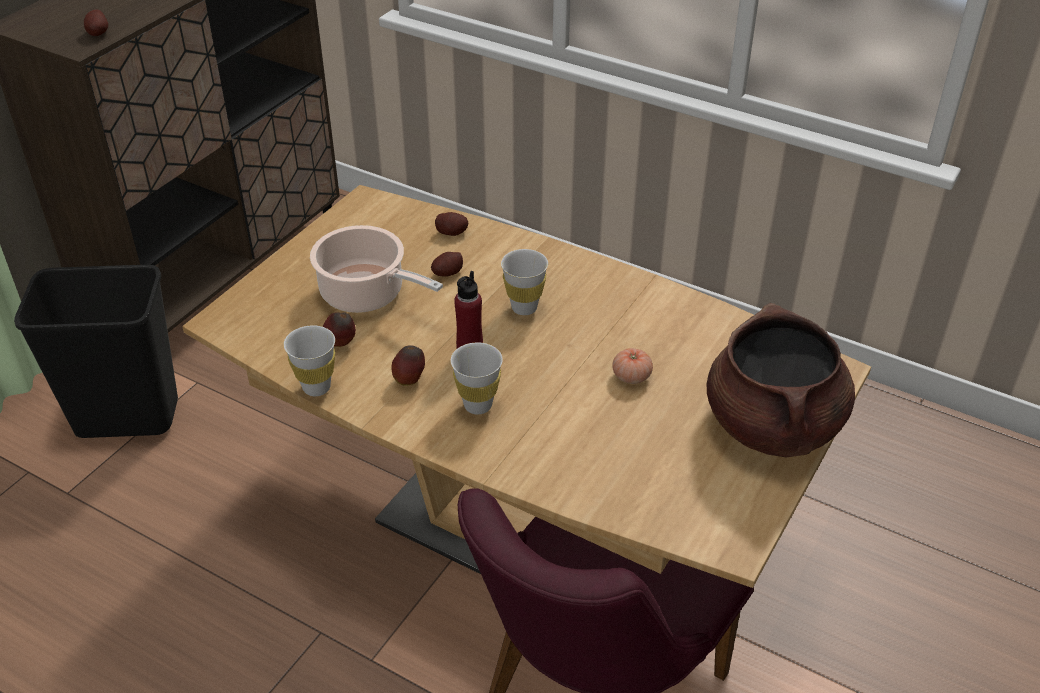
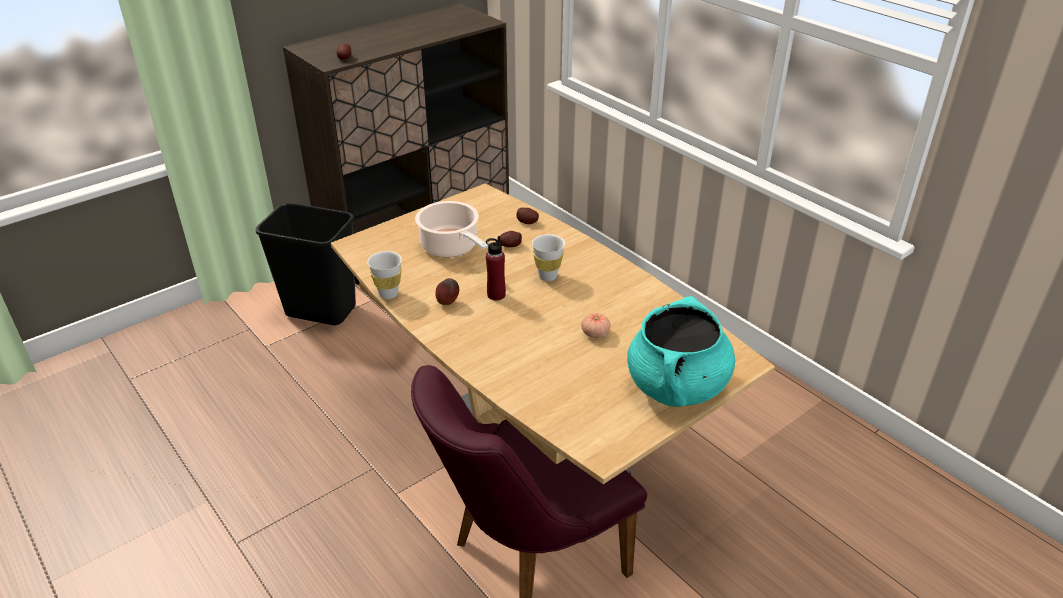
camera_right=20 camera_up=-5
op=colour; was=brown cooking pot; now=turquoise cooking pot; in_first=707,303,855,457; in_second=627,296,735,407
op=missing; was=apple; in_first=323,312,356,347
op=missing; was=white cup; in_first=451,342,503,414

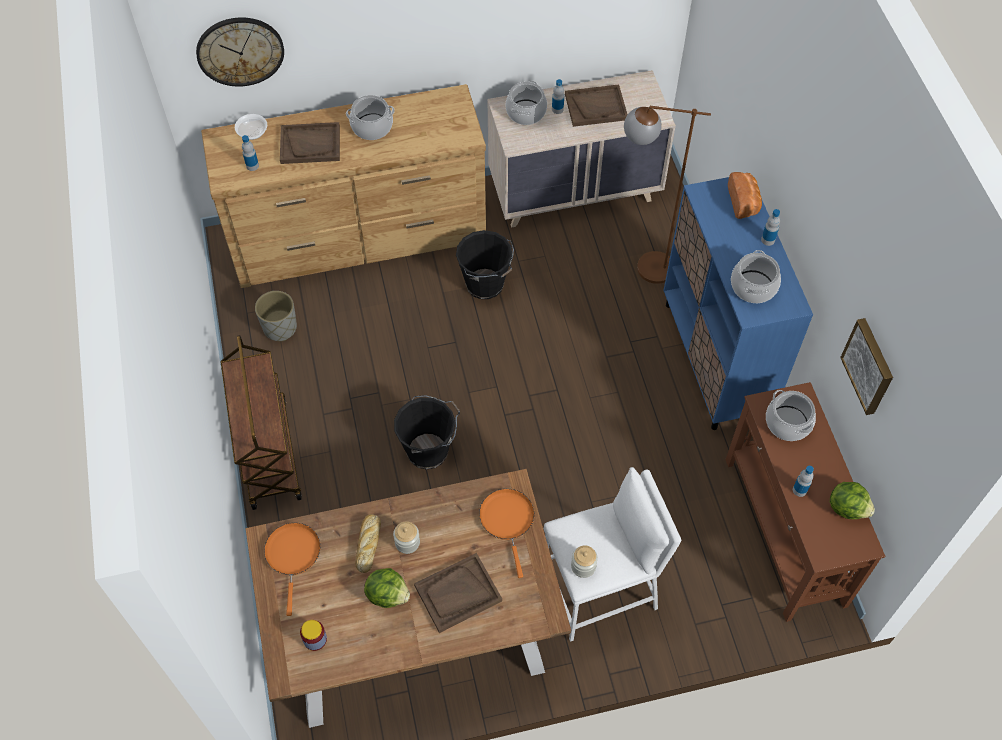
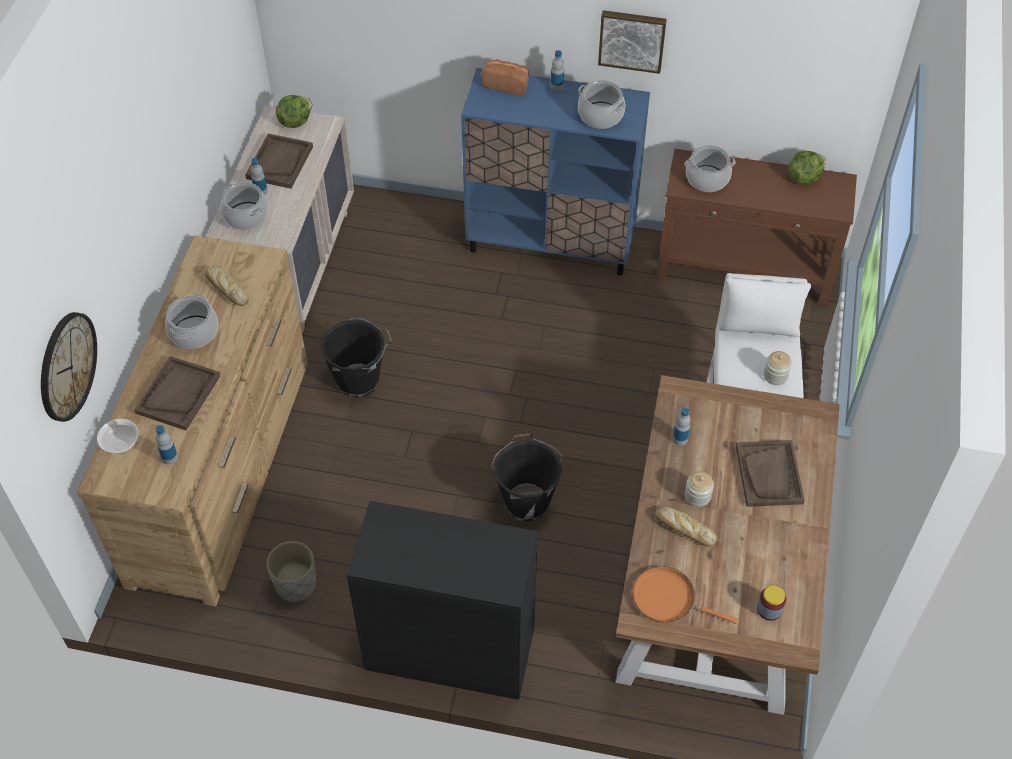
camera_right=-65 camera_up=-5
op=appeared; now=bread; in_second=205,266,249,306
op=relocated; was=lettuce; in_first=364,568,410,608; in_second=276,95,312,128
op=exchanged; was=brown cart; now=black cabinet; in_first=221,335,302,510; in_second=347,501,538,700
op=relocated; was=picture; in_first=840,318,893,415; in_second=598,10,667,74
op=relocated; was=bottle; in_first=793,466,814,497; in_second=673,408,691,446
op=missing; was=orange frying pan; in_first=479,489,534,578
op=missing; was=brown floor lamp; in_first=624,106,711,284

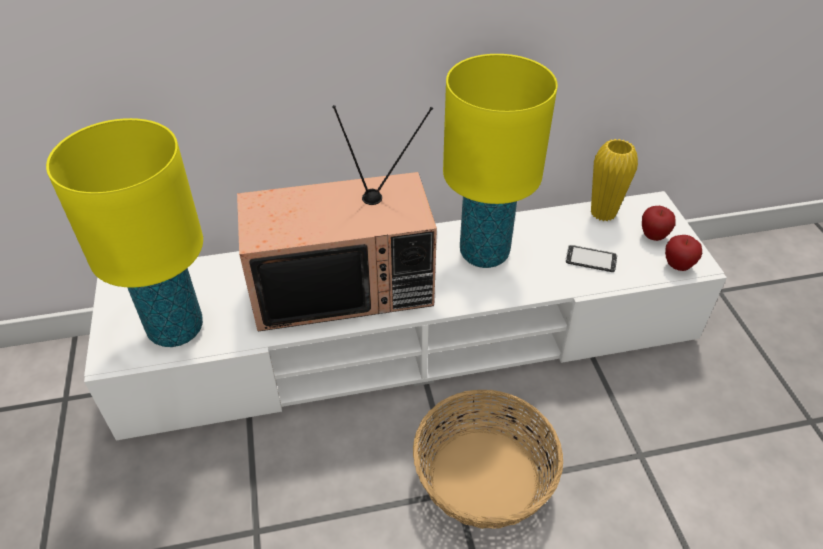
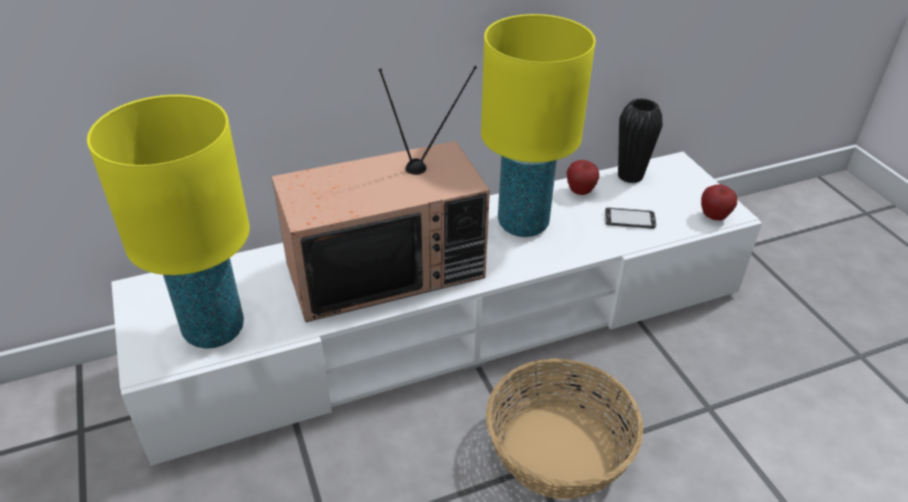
camera_right=-10 camera_up=-5
op=relocated; was=apple; in_first=642,206,676,241; in_second=567,160,599,195
op=colour; was=yellow vase; now=black vase; in_first=591,139,638,221; in_second=618,98,663,184

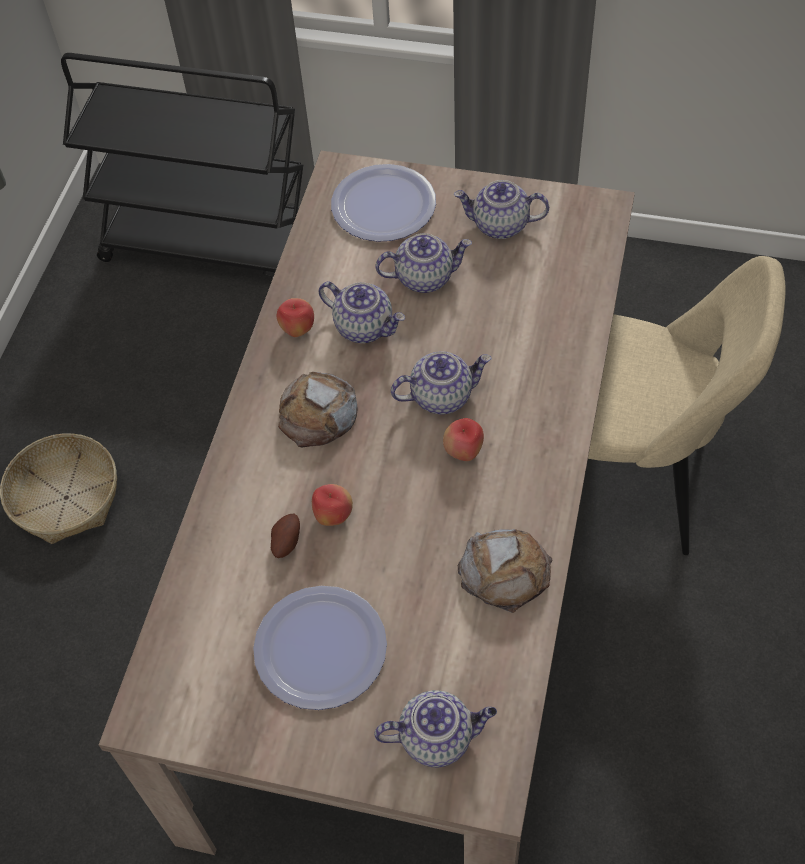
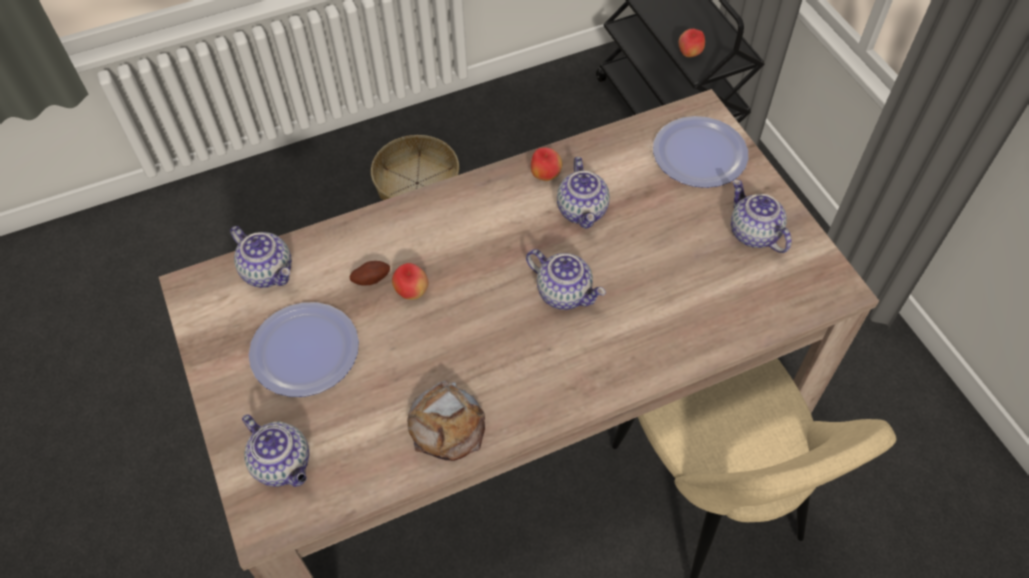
camera_right=50 camera_up=0
op=relocated; was=teapot; in_first=375,233,472,293; in_second=230,226,292,288
op=relocated; was=apple; in_first=443,418,484,461; in_second=678,29,705,57
op=missing; was=bread; in_first=278,372,357,447

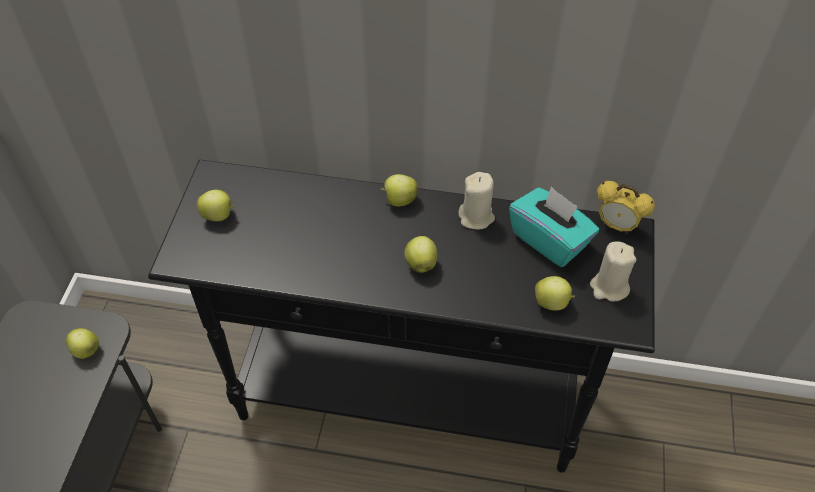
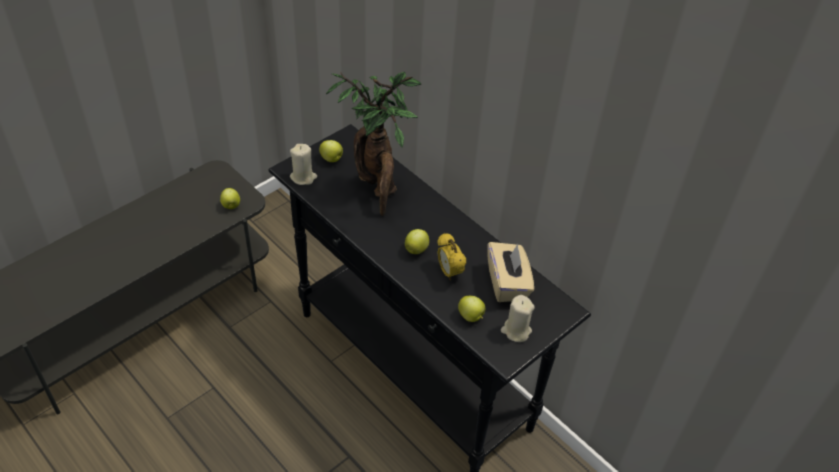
camera_right=35 camera_up=-5
op=relocated; was=beige candle; in_first=458,172,495,230; in_second=290,144,317,185
op=appeared; now=potted plant; in_second=326,72,421,217
op=relocated; was=alarm clock; in_first=597,181,655,234; in_second=437,233,466,280
op=colour; was=turquoise tissue box; now=beige tissue box; in_first=509,186,599,267; in_second=487,242,534,302
op=missing; was=apple; in_first=381,174,418,206

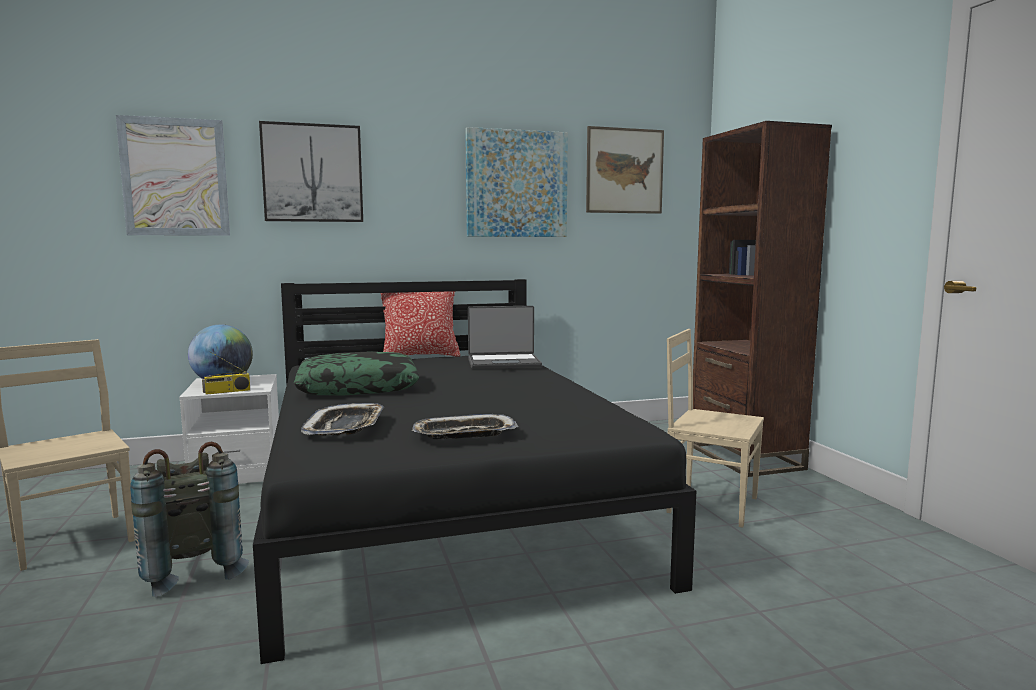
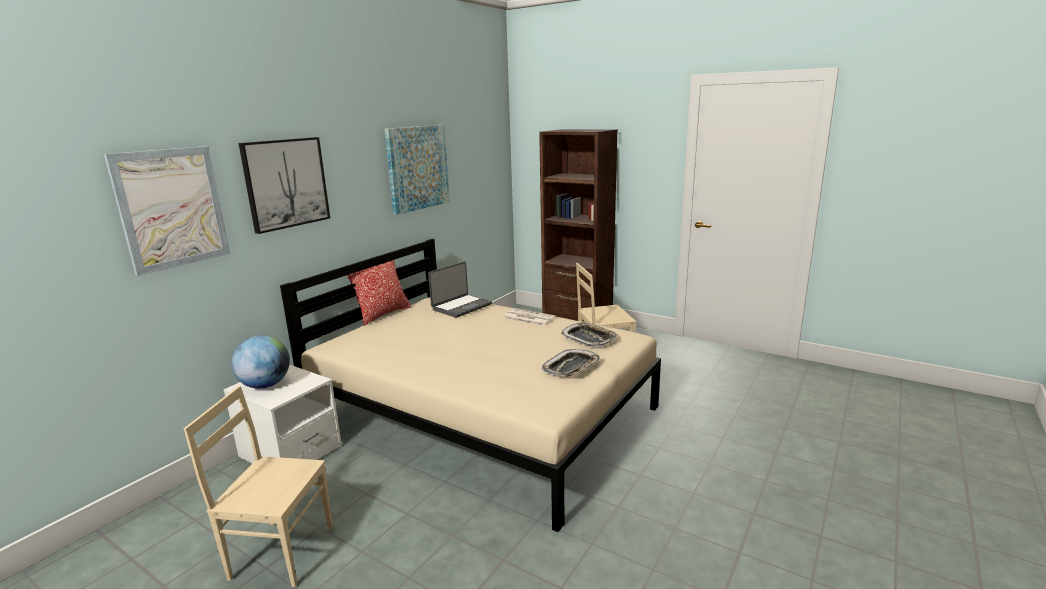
camera_right=-40 camera_up=10
op=colour; was=black bed; now=beige bed; in_first=253,279,696,664; in_second=280,239,661,532
op=appeared; now=newspaper; in_second=503,308,556,326
op=relocated; was=tray; in_first=301,403,384,436; in_second=561,322,617,347
op=missing; was=grey backpack; in_first=130,442,249,597
op=missing; was=radio; in_first=202,352,250,395
op=missing; was=pillow; in_first=294,352,419,396
op=missing; was=picture; in_first=586,126,664,214

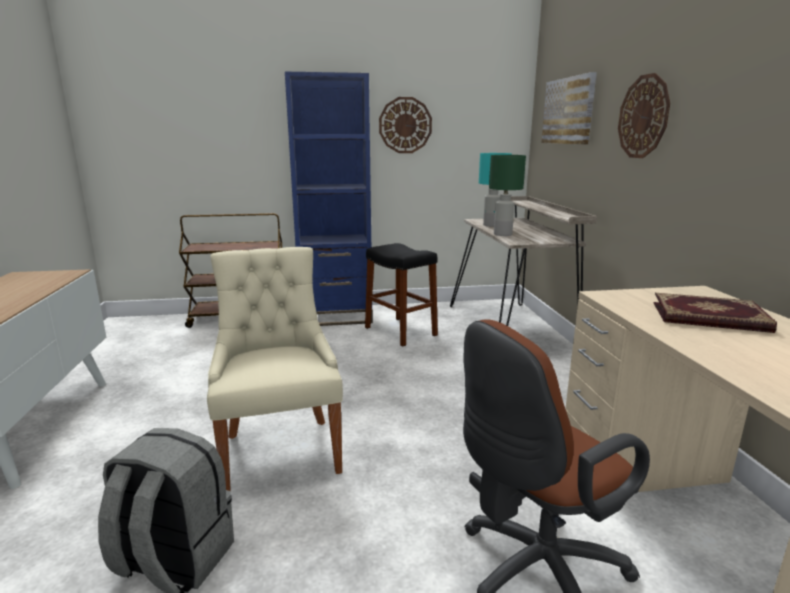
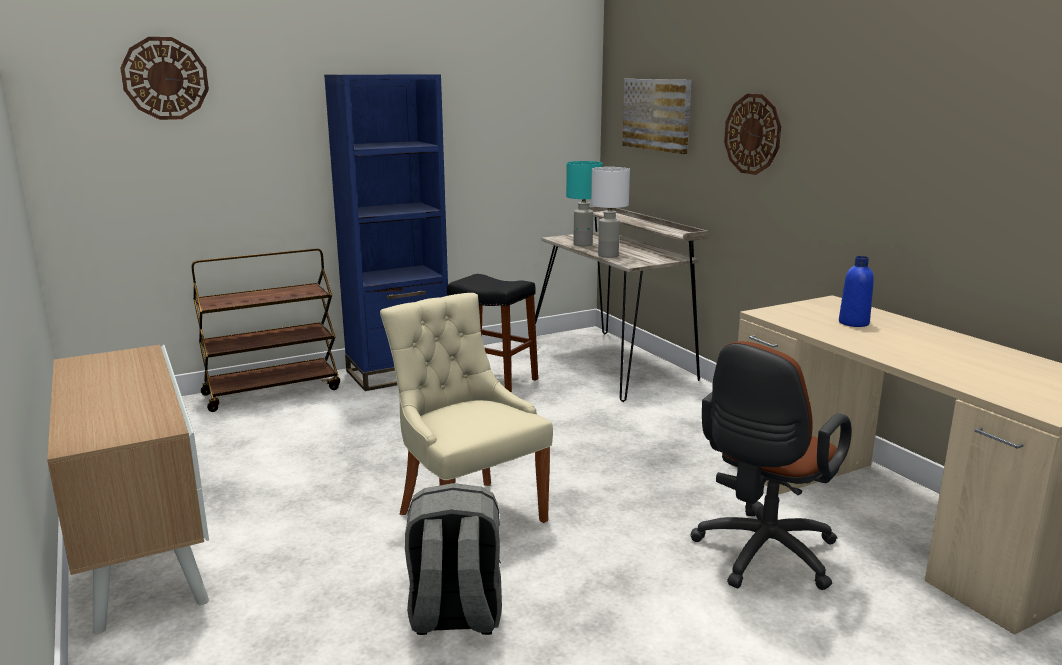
camera_right=-20 camera_up=0
op=relocated; was=wall clock; in_first=379,97,432,153; in_second=120,37,209,120
op=colour; was=green table lamp; now=white table lamp; in_first=489,155,526,236; in_second=591,167,630,258
op=exchanged; was=book; now=blue bottle; in_first=653,293,777,333; in_second=839,256,874,327

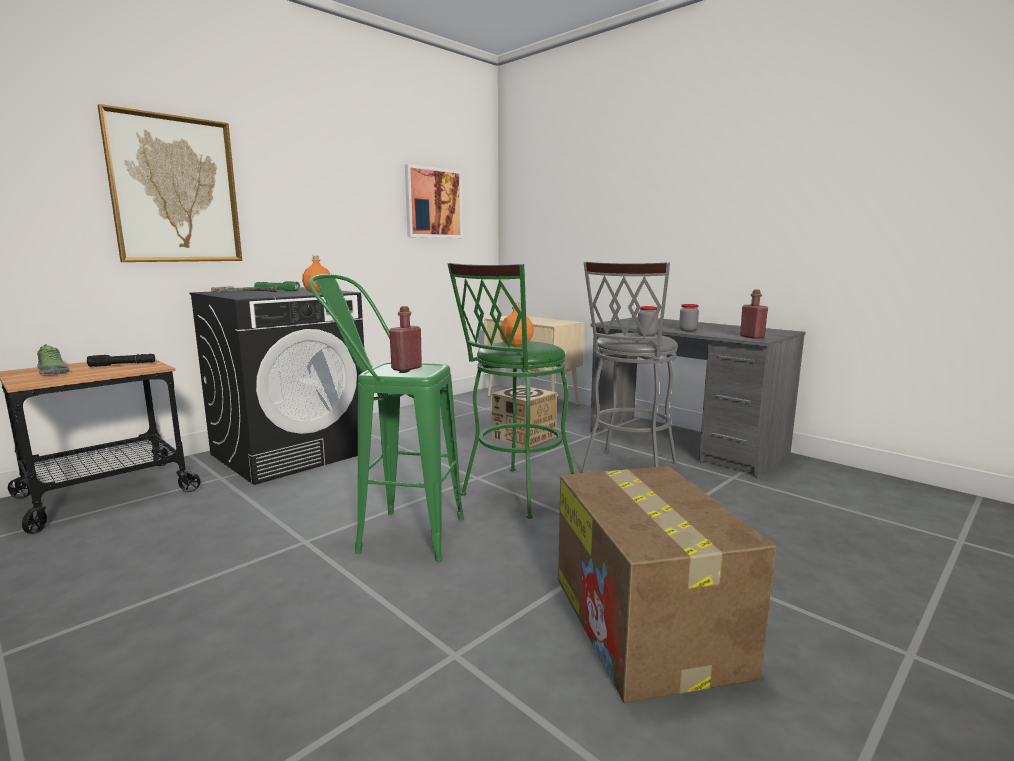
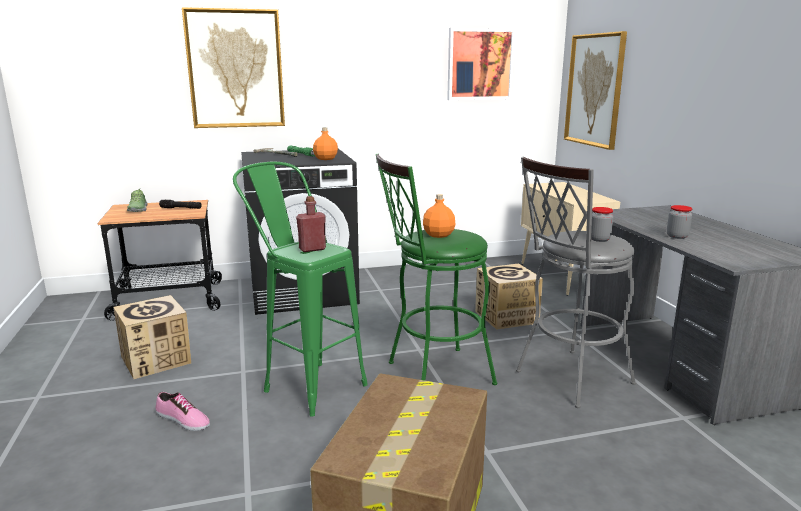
camera_right=30 camera_up=5
op=appeared; now=cardboard box; in_second=113,295,191,379
op=appeared; now=shoe; in_second=155,392,210,431
op=appeared; now=picture; in_second=564,31,627,150
op=missing; was=red bottle; in_first=740,290,768,339

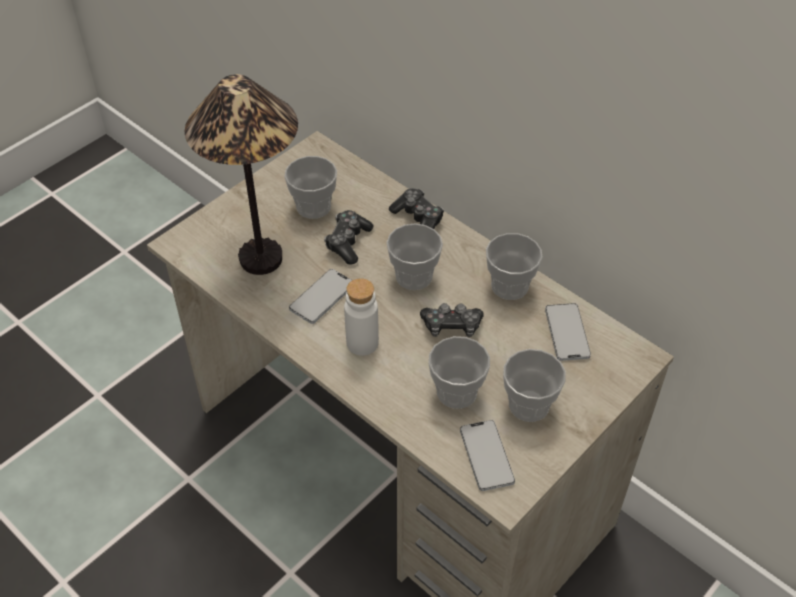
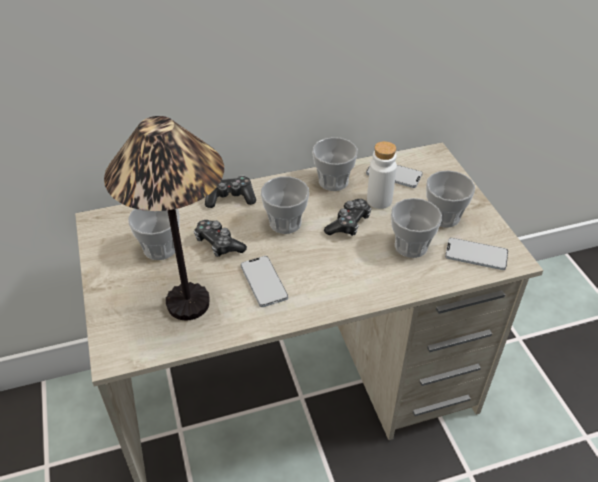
camera_right=-60 camera_up=-5
op=relocated; was=white bottle; in_first=344,278,379,356; in_second=367,141,397,209

